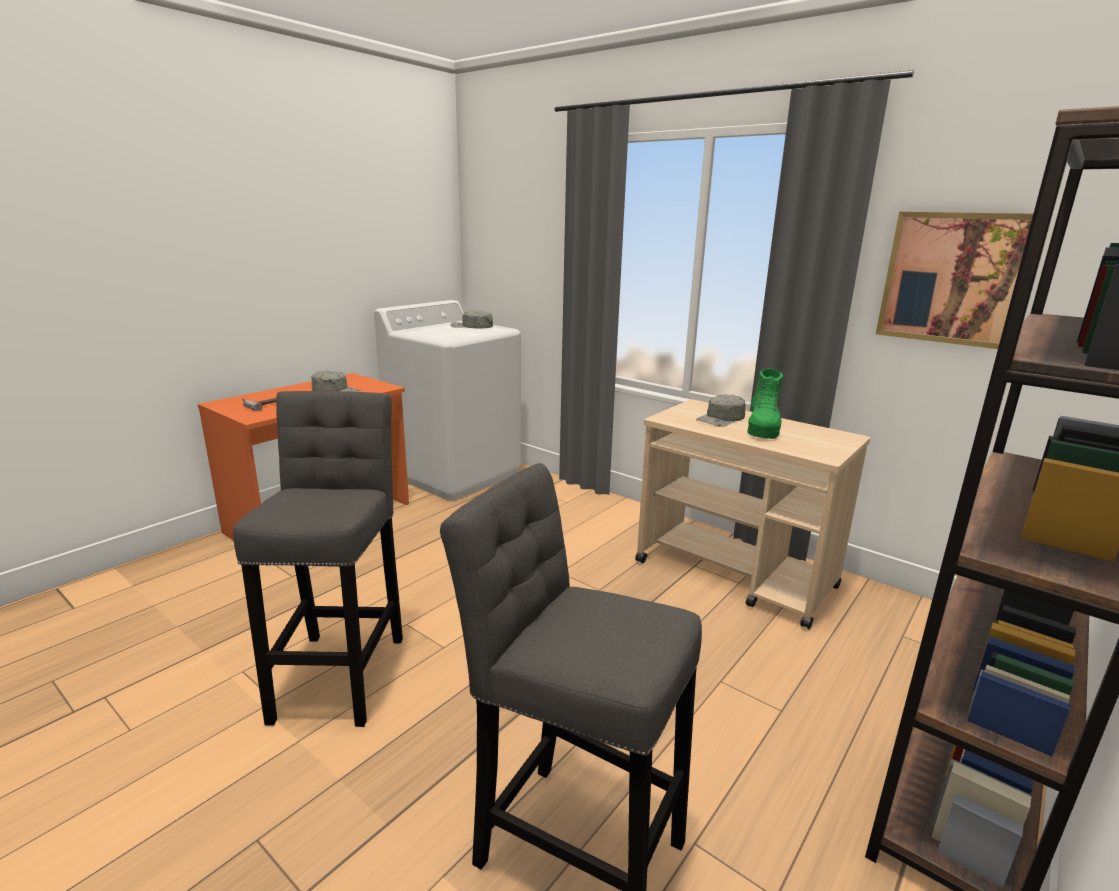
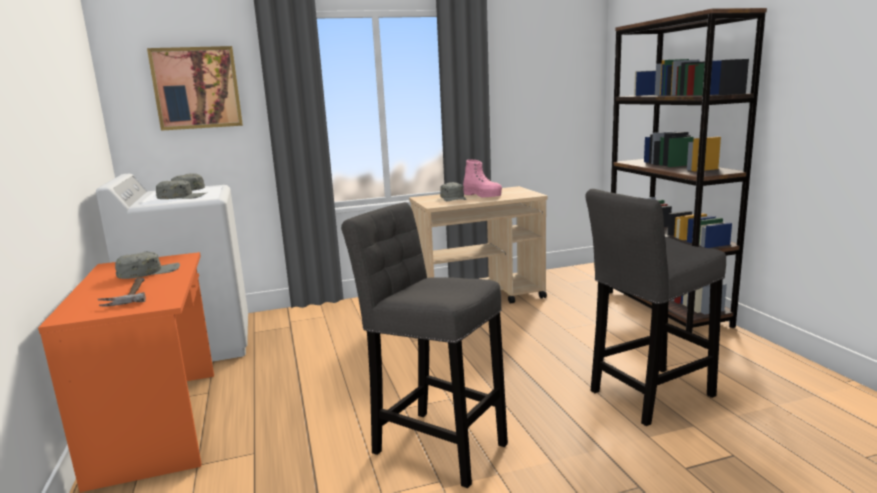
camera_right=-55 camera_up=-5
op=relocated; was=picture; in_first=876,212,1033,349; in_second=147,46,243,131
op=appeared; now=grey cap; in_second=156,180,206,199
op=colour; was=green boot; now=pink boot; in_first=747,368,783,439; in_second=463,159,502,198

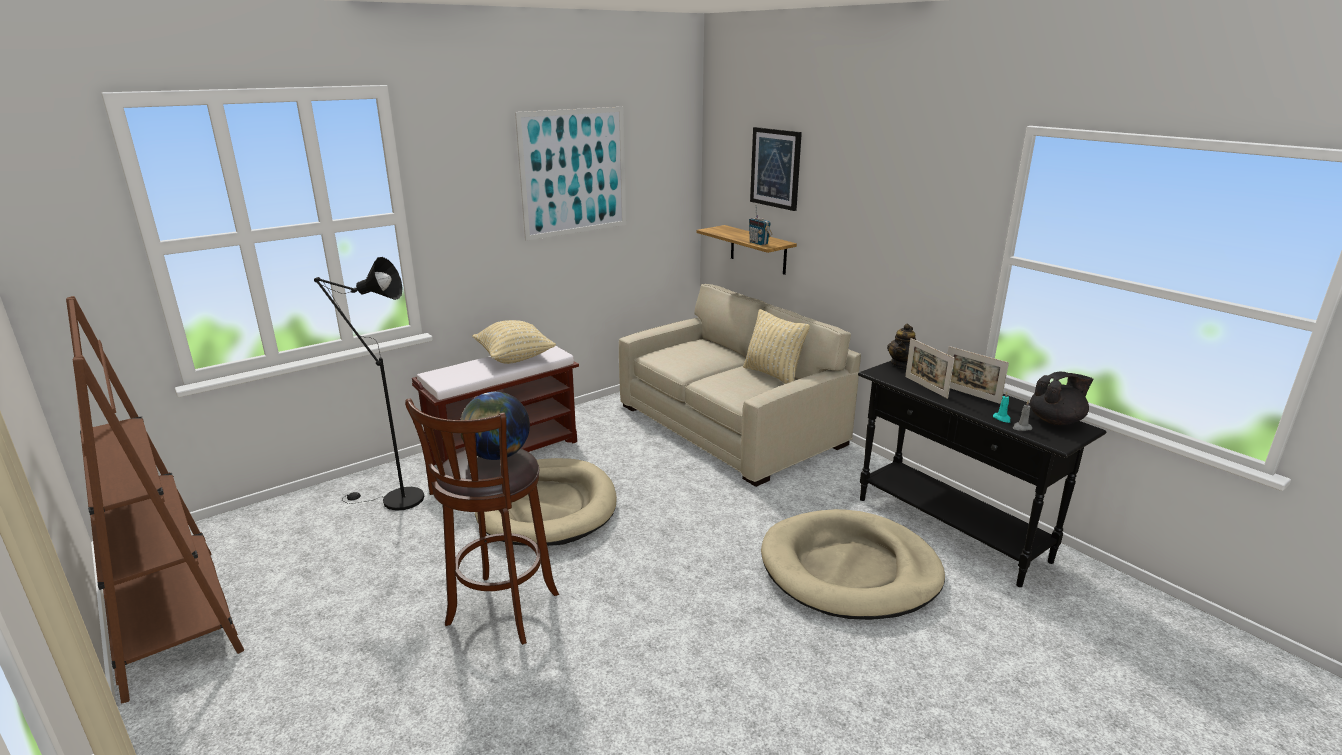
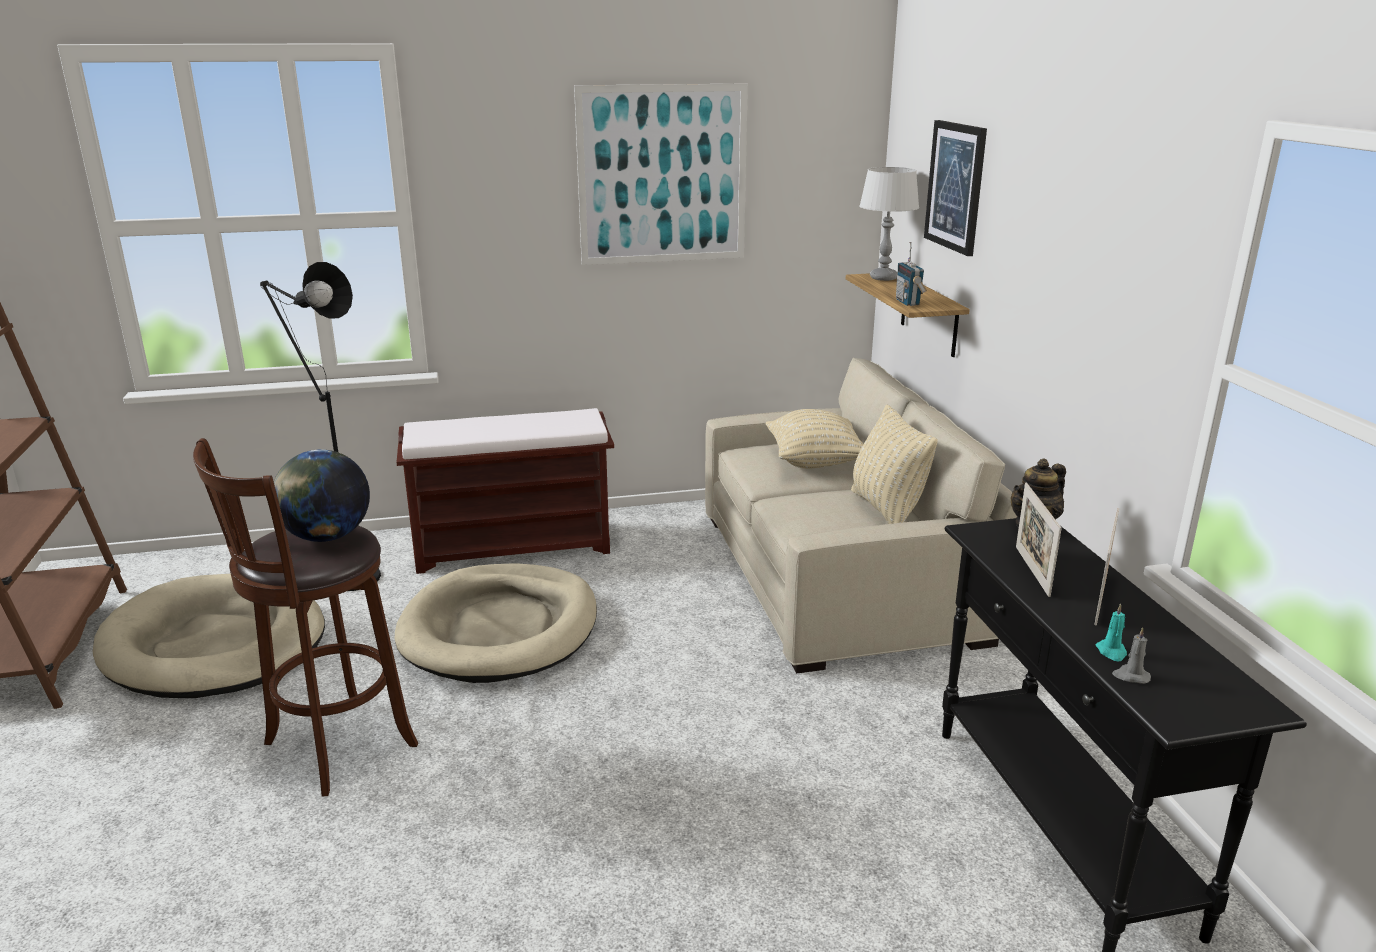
camera_right=25 camera_up=0
op=relocated; was=beige dog bed; in_first=761,509,945,620; in_second=93,574,325,698
op=relocated; was=beige pillow; in_first=472,320,556,364; in_second=766,409,864,469
op=appeared; now=grey table lamp; in_second=859,167,919,281
op=spun; was=picture frame; in_first=947,346,1009,404; in_second=1094,508,1119,625; clockwise=45
op=missing; was=black teapot; in_first=1030,372,1093,425

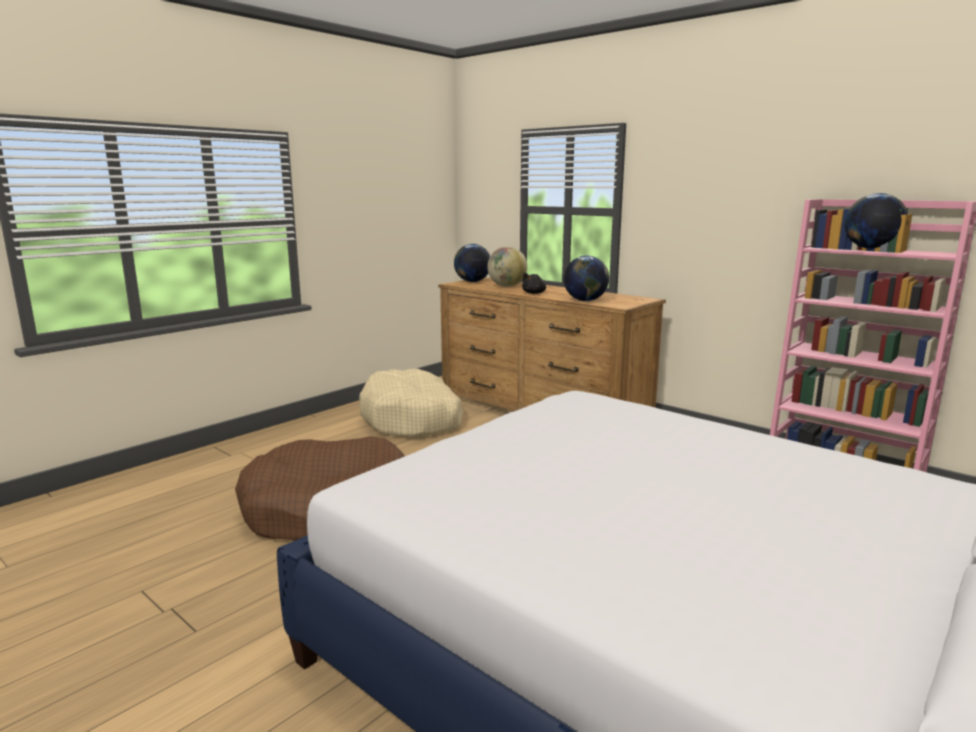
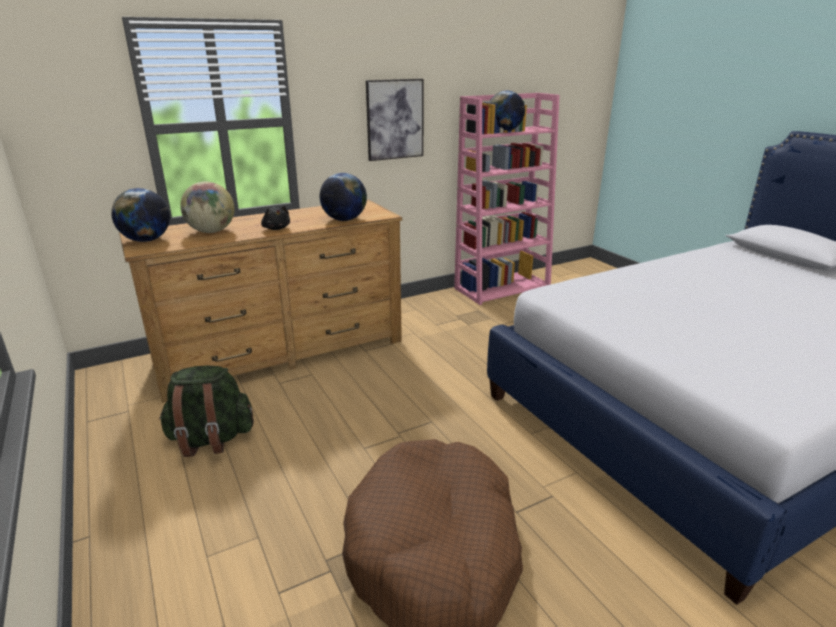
camera_right=-70 camera_up=10
op=exchanged; was=beige dog bed; now=green backpack; in_first=359,369,463,438; in_second=159,365,254,457
op=appeared; now=picture; in_second=366,79,424,161

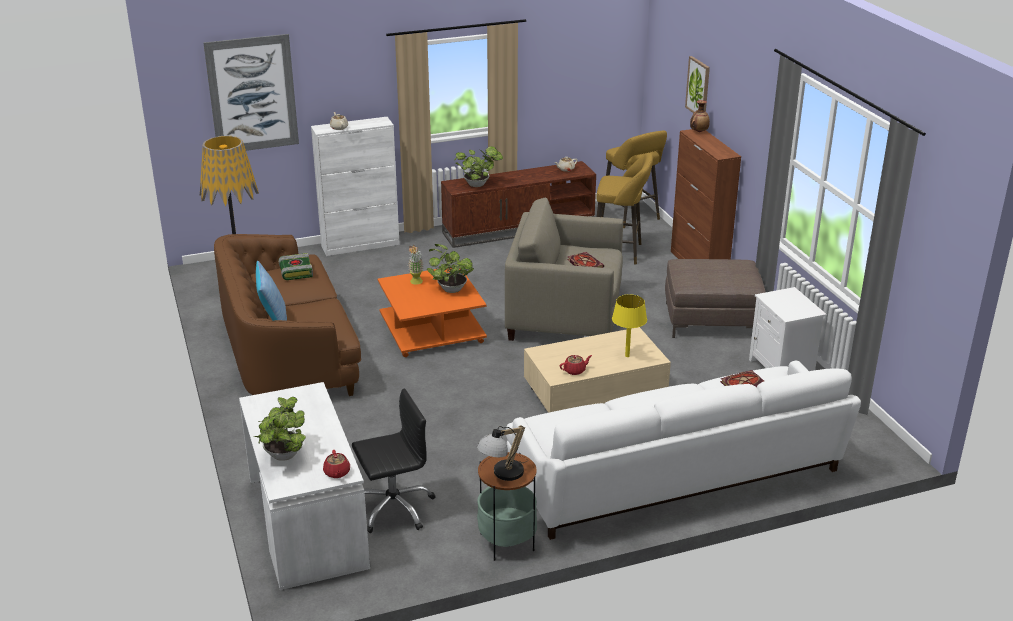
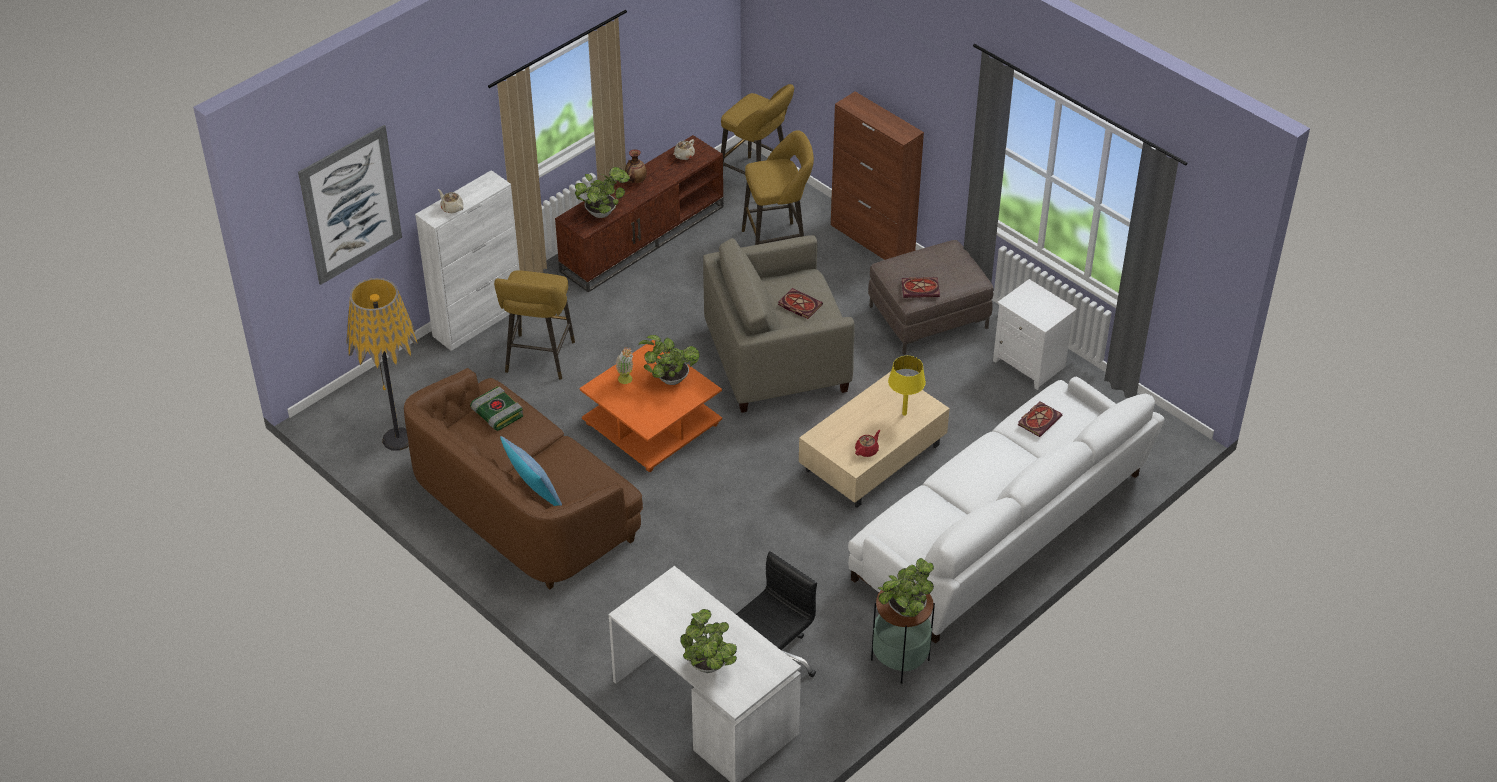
camera_right=-25 camera_up=15
op=appeared; now=yellow stool; in_second=494,270,575,380
op=relocated; was=vase; in_first=690,100,710,132; in_second=625,150,647,183
op=exchanged; was=table lamp; now=potted plant; in_first=477,425,527,481; in_second=878,558,934,617
op=appeared; now=book; in_second=902,277,940,298
op=missing; was=red teapot; in_first=323,450,350,478
op=missing; was=picture; in_first=685,56,710,113

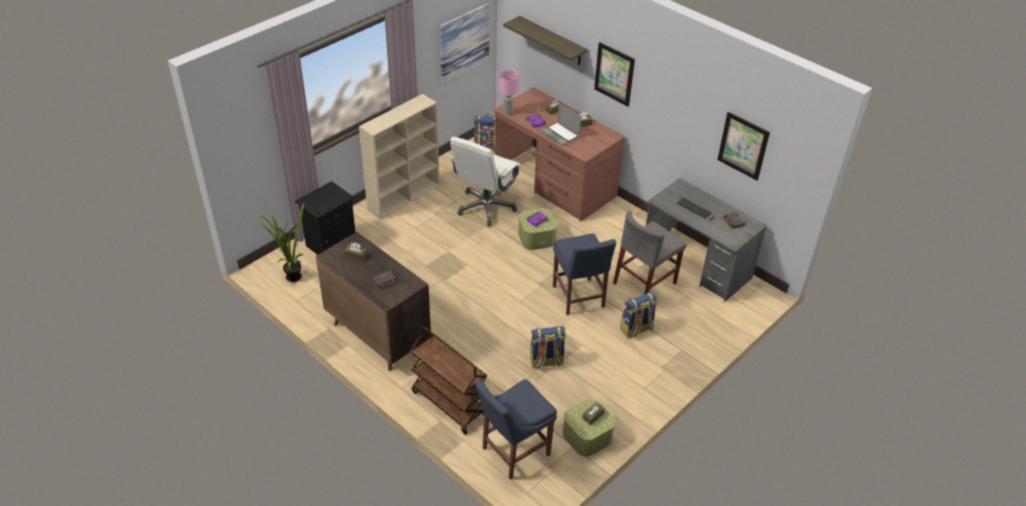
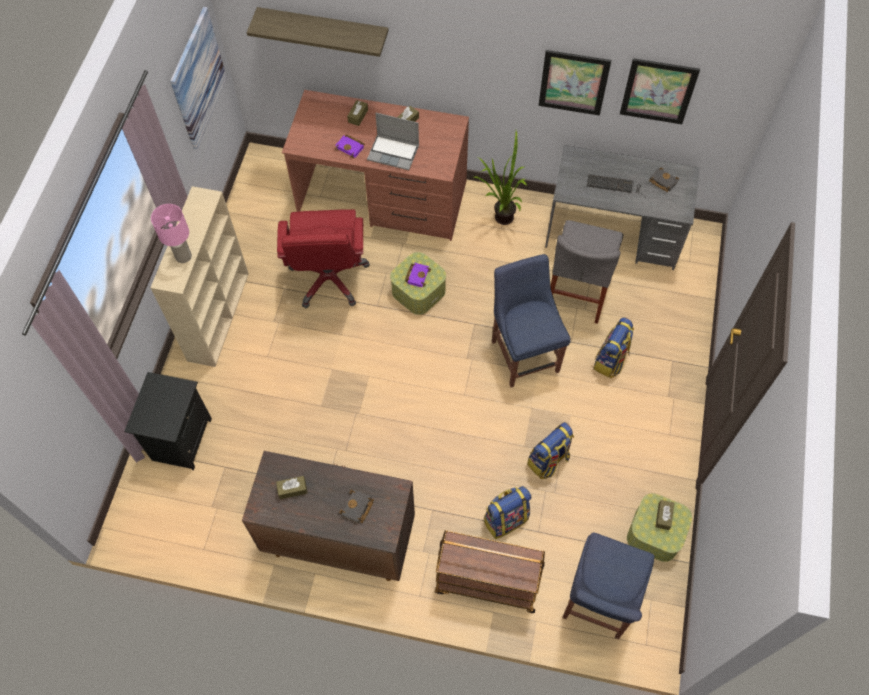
camera_right=-30 camera_up=20
op=relocated; was=pink table lamp; in_first=499,70,519,115; in_second=151,204,192,263
op=colour; was=white office chair; now=red office chair; in_first=450,137,522,227; in_second=277,209,370,308
op=relocated; was=potted plant; in_first=256,203,304,282; in_second=474,131,527,225
op=relocated; was=backpack; in_first=474,114,495,152; in_second=483,486,531,539
op=spun; was=blue chair; in_first=553,234,616,315; in_second=492,254,571,387; clockwise=-150
op=relocated; was=picture; in_first=594,42,635,107; in_second=538,50,611,116

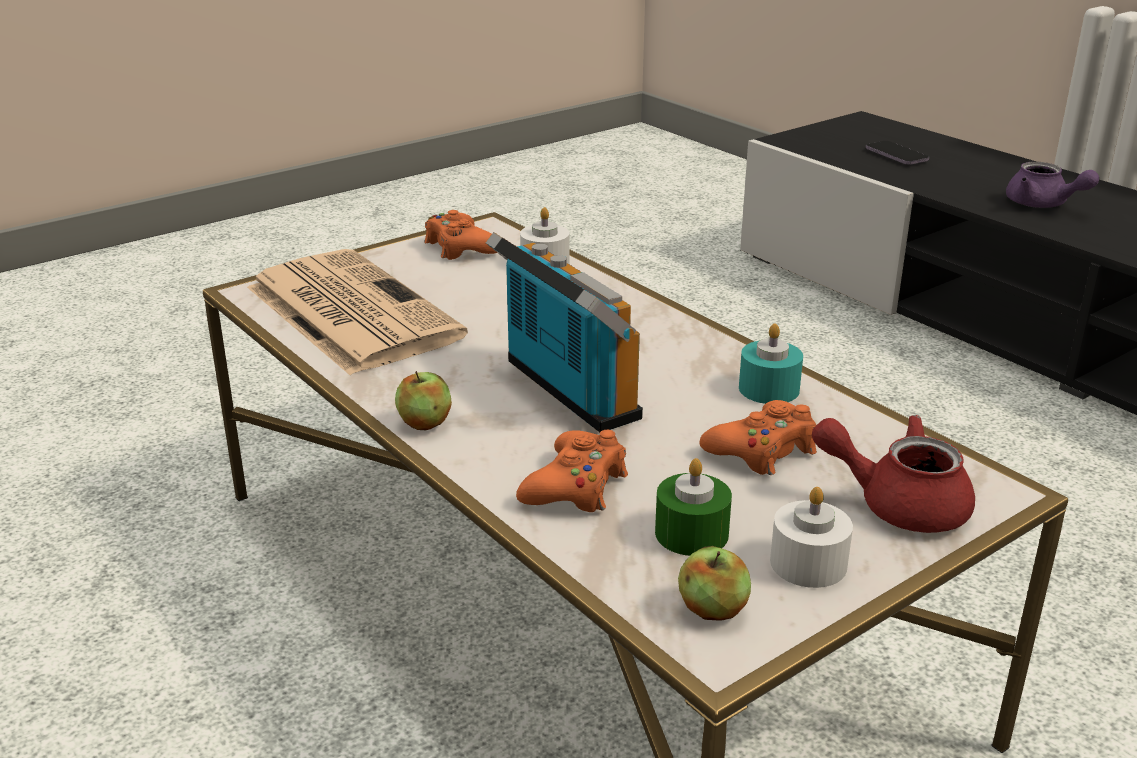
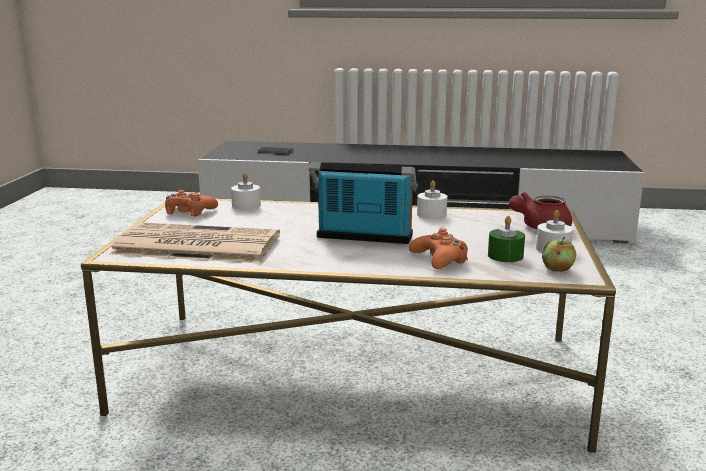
camera_right=-45 camera_up=-10
op=colour; was=turquoise candle; now=white candle; in_first=739,324,803,404; in_second=417,180,448,219
op=missing; was=apple; in_first=395,371,452,430
op=missing; was=orange game controller; in_first=700,400,817,475
op=missing; was=purple teapot; in_first=1006,162,1099,208

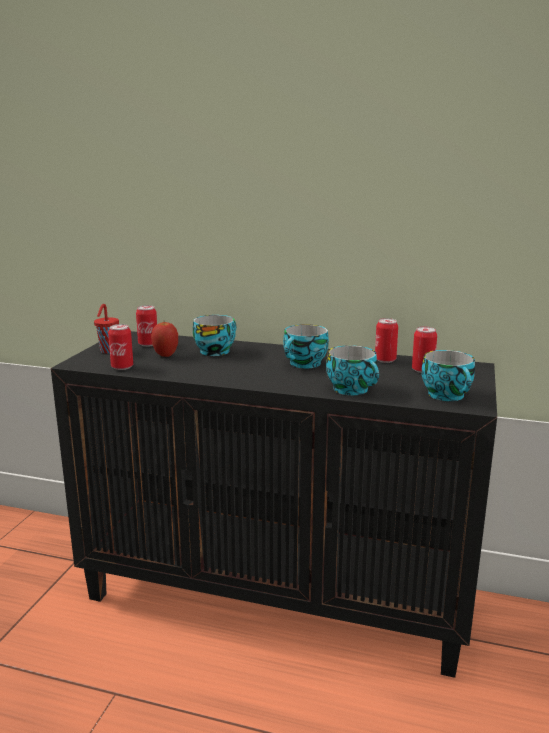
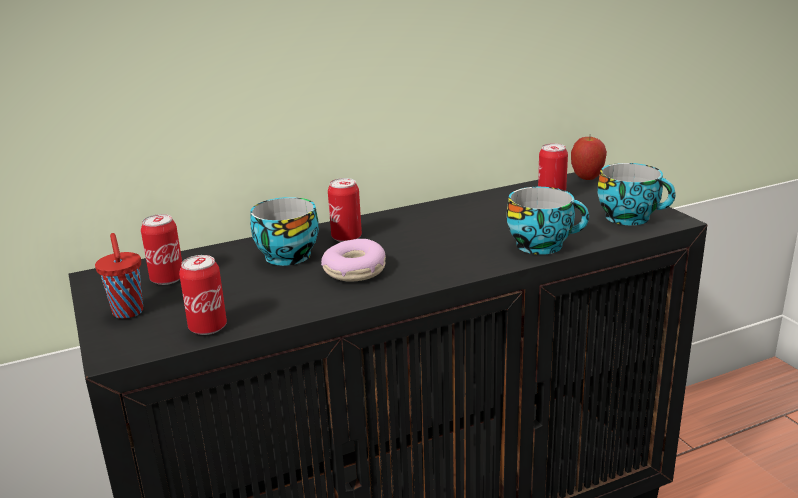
camera_right=-40 camera_up=5
op=appeared; now=donut; in_second=321,239,386,281
op=relocated; was=can; in_first=375,318,398,363; in_second=328,178,362,242
op=relocated; was=apple; in_first=151,322,178,357; in_second=571,137,607,180
op=missing; was=cup; in_first=283,324,329,368

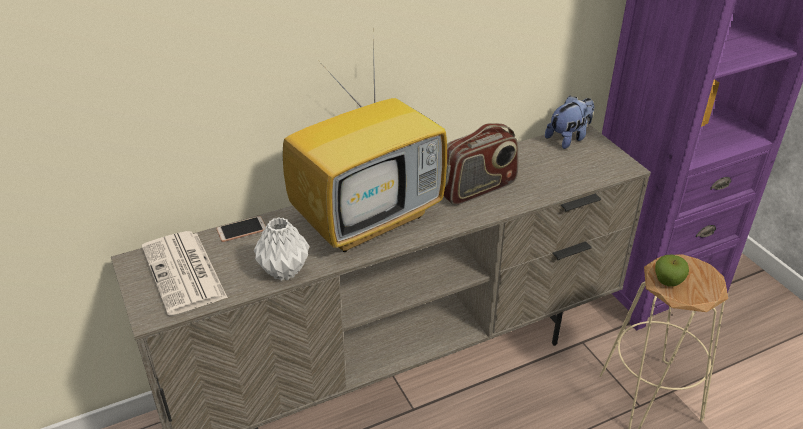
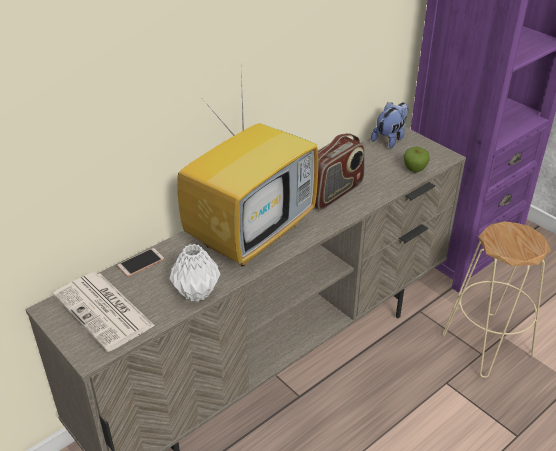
camera_right=-15 camera_up=0
op=relocated; was=apple; in_first=655,255,689,286; in_second=404,147,430,172

